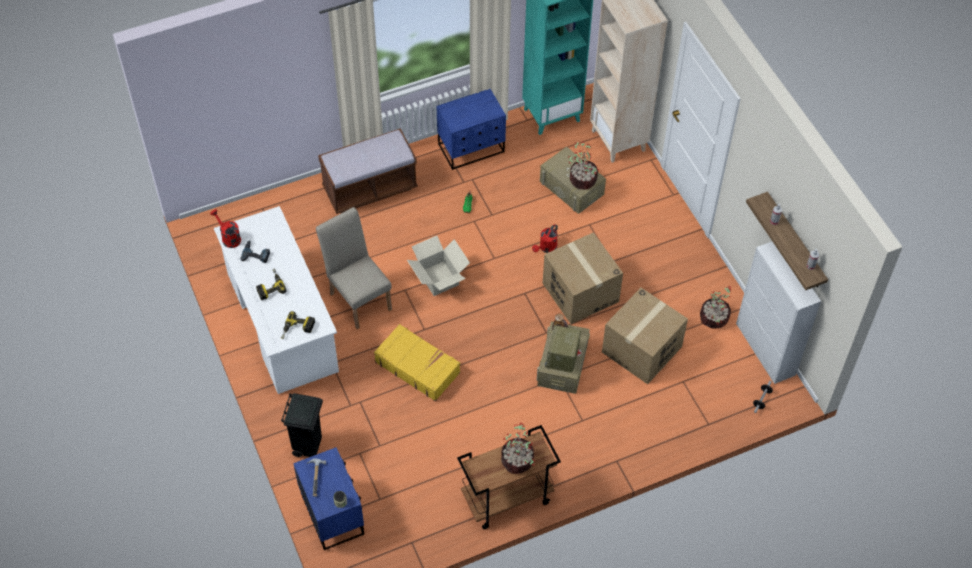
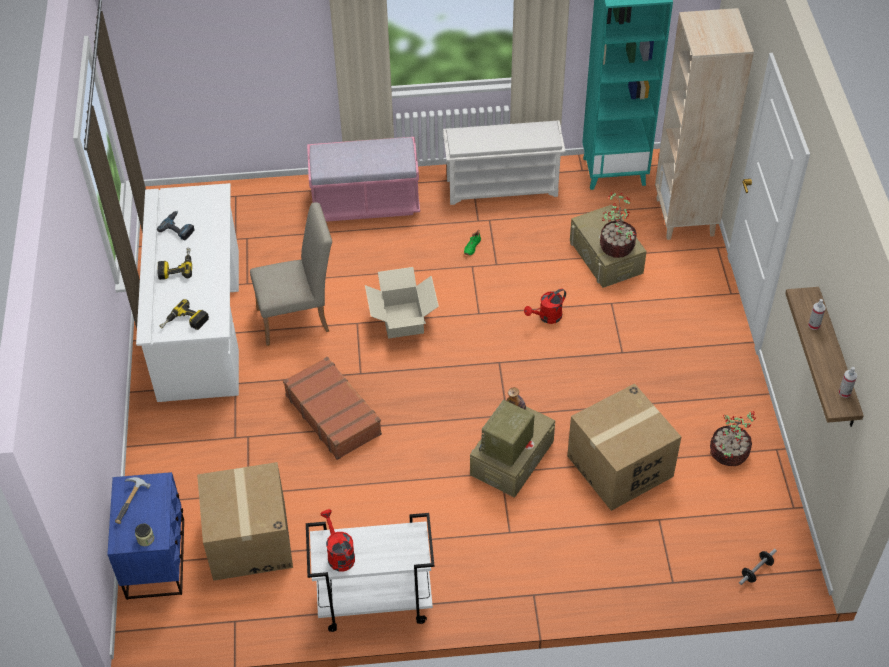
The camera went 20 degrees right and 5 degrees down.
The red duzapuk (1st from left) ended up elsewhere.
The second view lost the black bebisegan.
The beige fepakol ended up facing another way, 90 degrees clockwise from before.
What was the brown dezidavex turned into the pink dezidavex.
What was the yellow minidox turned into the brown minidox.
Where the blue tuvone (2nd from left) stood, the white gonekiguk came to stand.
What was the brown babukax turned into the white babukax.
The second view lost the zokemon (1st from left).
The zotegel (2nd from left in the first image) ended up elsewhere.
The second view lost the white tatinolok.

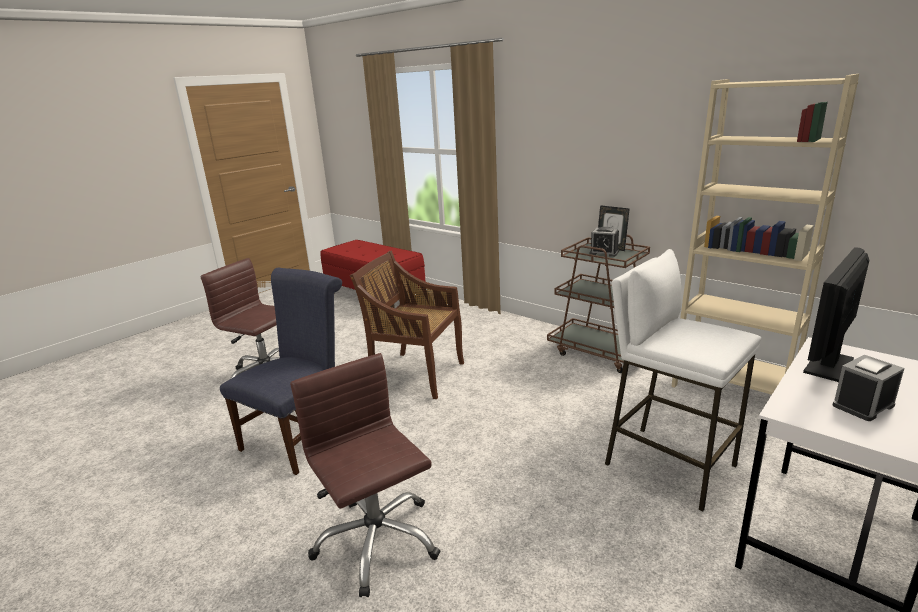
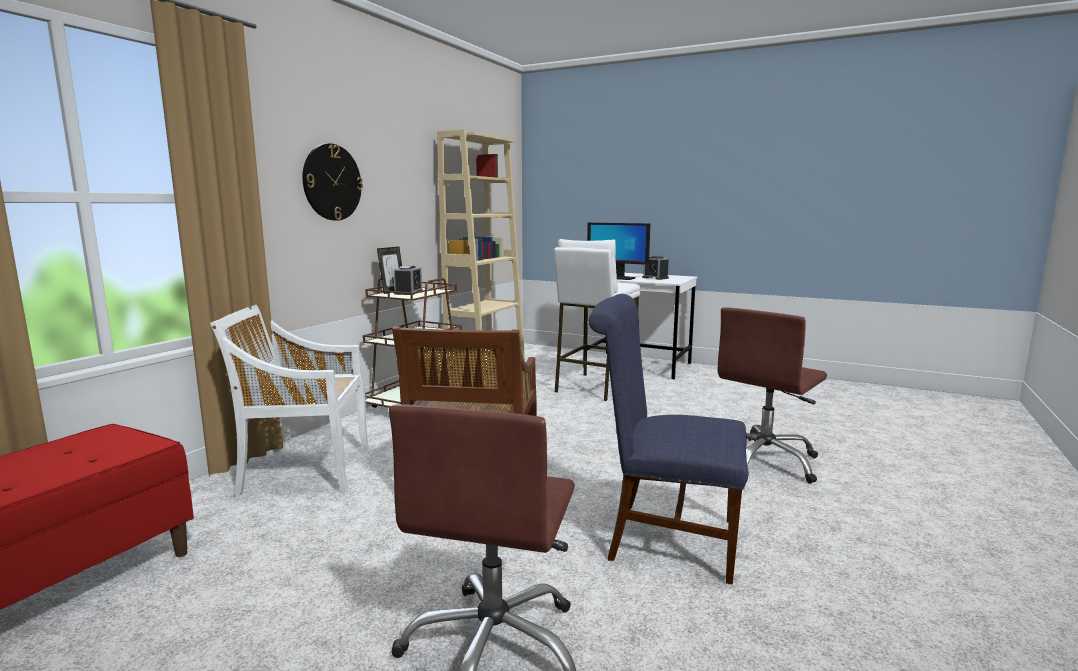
The camera went 105 degrees left and 10 degrees down.
The second view gained the white fepakol.
The second view gained the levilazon.

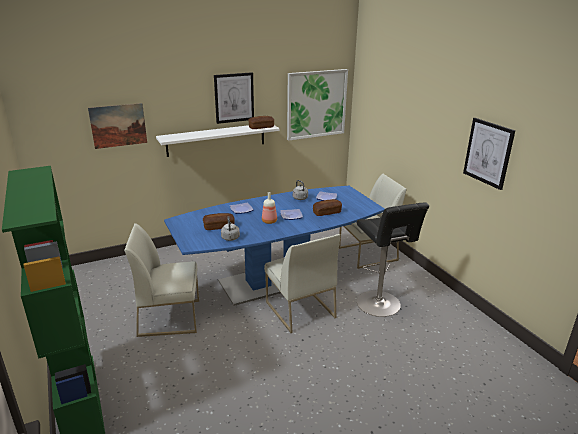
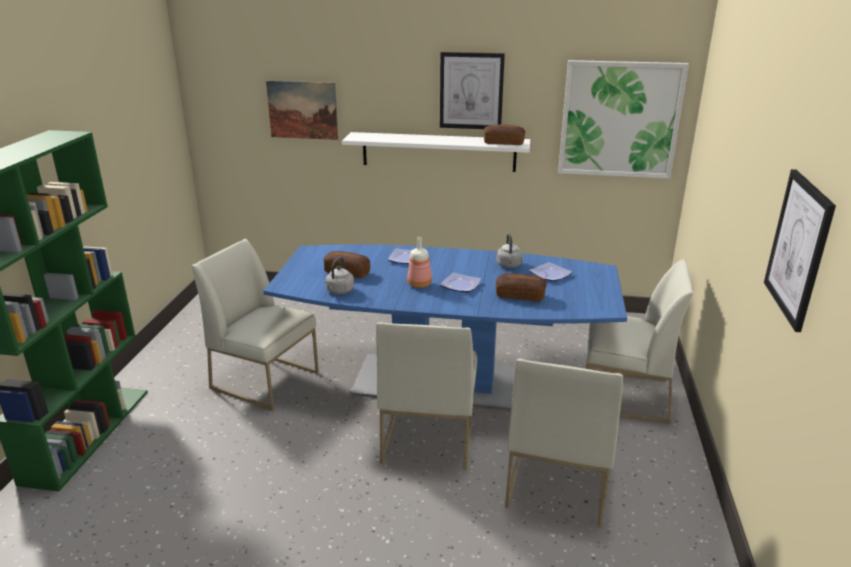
The camera went 35 degrees right and 0 degrees up.
Where the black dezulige stood, the white fepakol (3rd from left) came to stand.

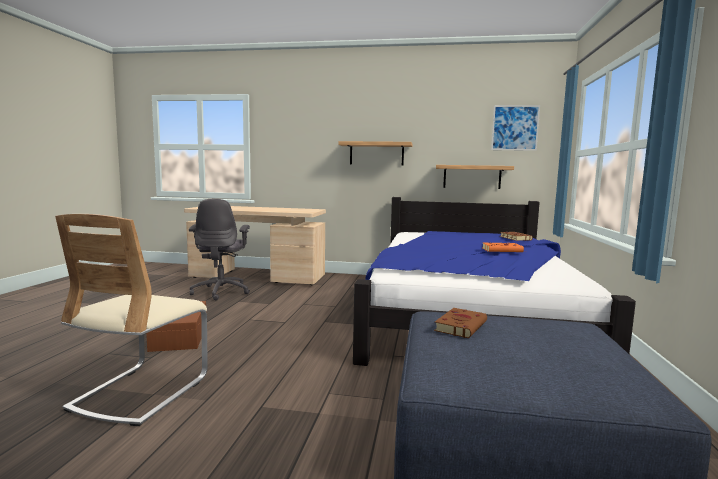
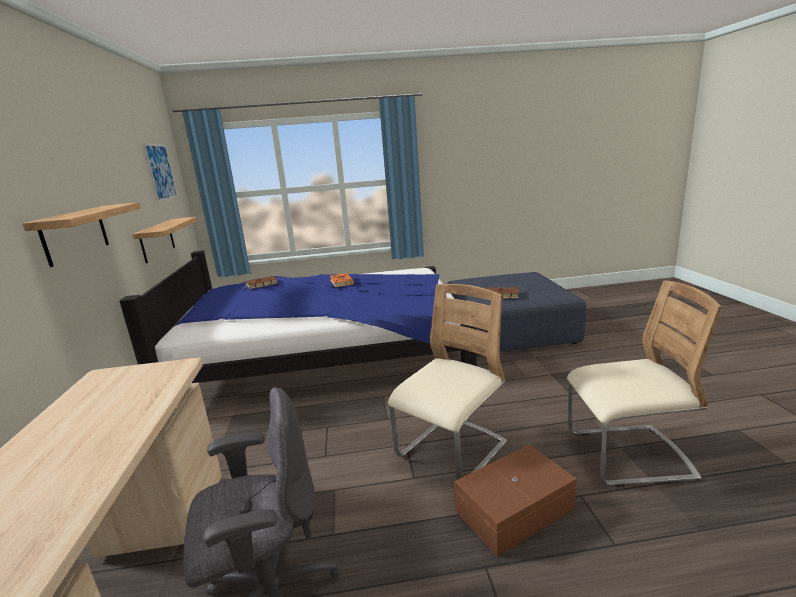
The camera went 105 degrees left and 10 degrees up.
The second view gained the beige fepakol (1st from left).

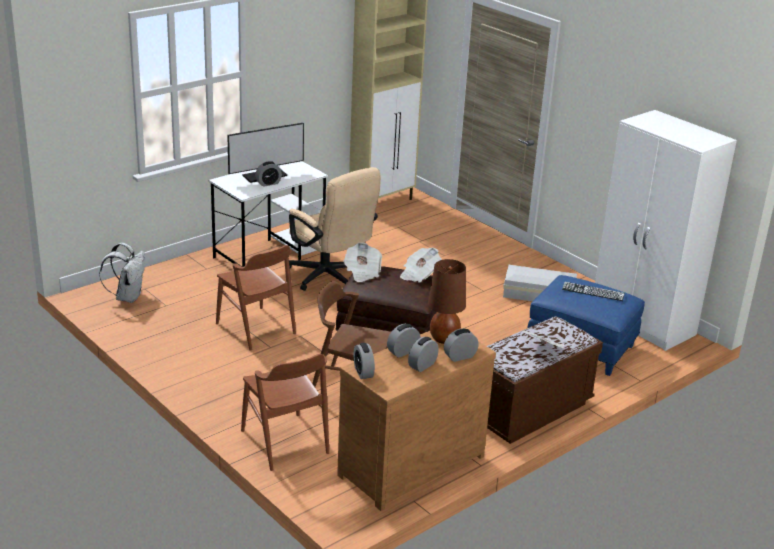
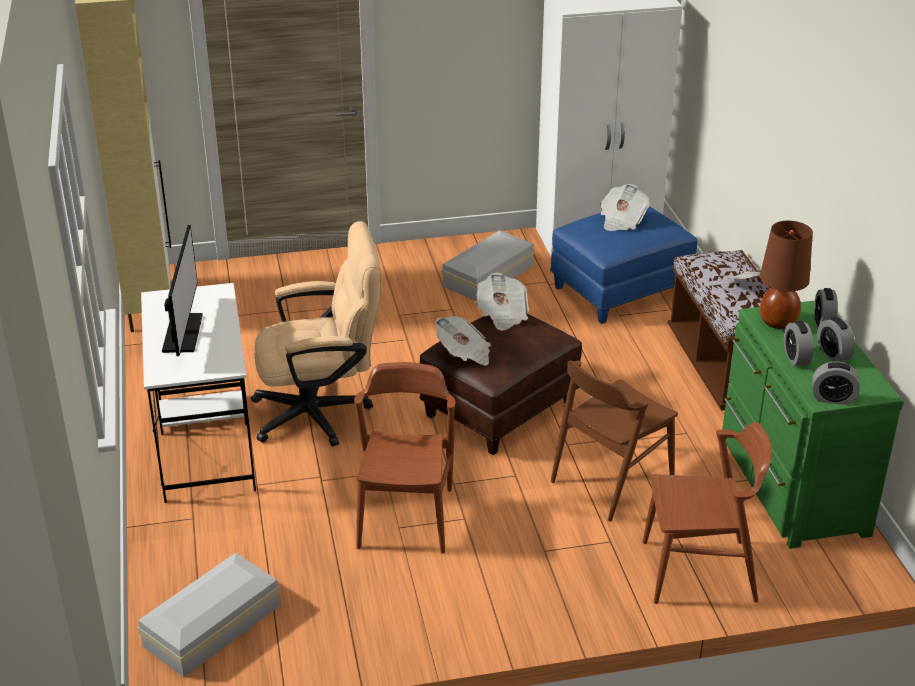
The camera went 60 degrees left and 5 degrees up.
Where the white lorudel stood, the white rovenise (1st from left) came to stand.
The brown fepakol (1st from left) ended up facing another way, 75 degrees counterclockwise from before.
The second view lost the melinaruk (1st from left).
What was the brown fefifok turned into the green fefifok.
Where the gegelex stood, the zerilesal (3rd from left) came to stand.

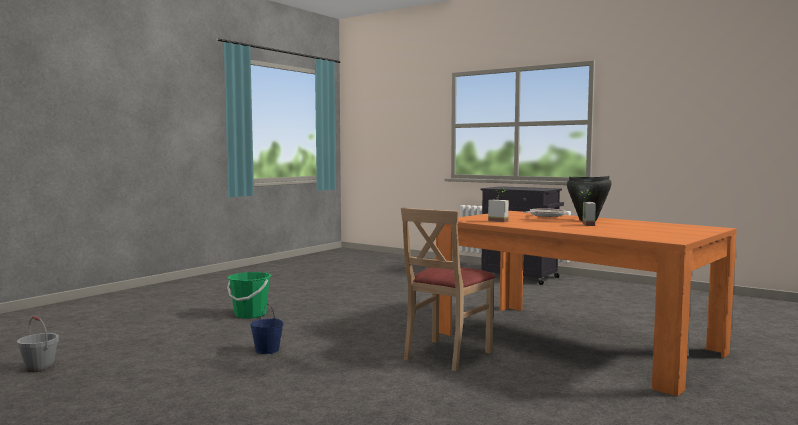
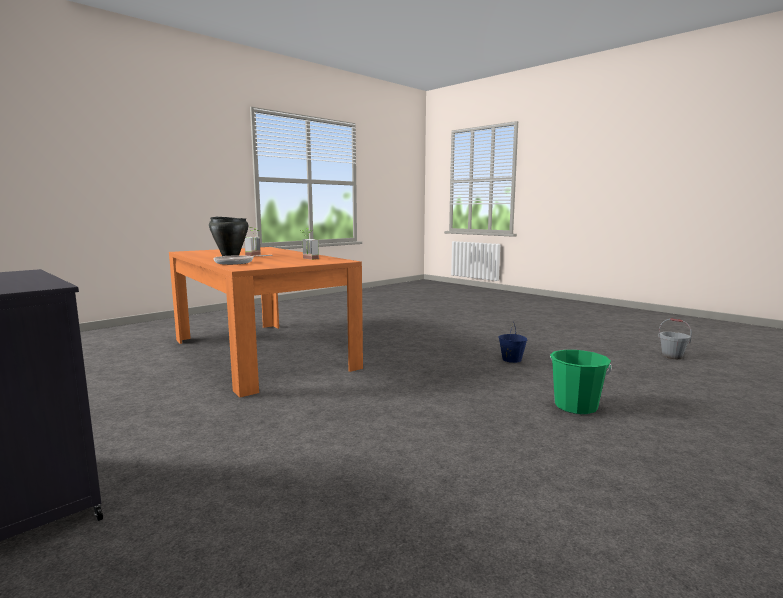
The camera went 170 degrees left and 5 degrees up.
The second view lost the beige fepakol.

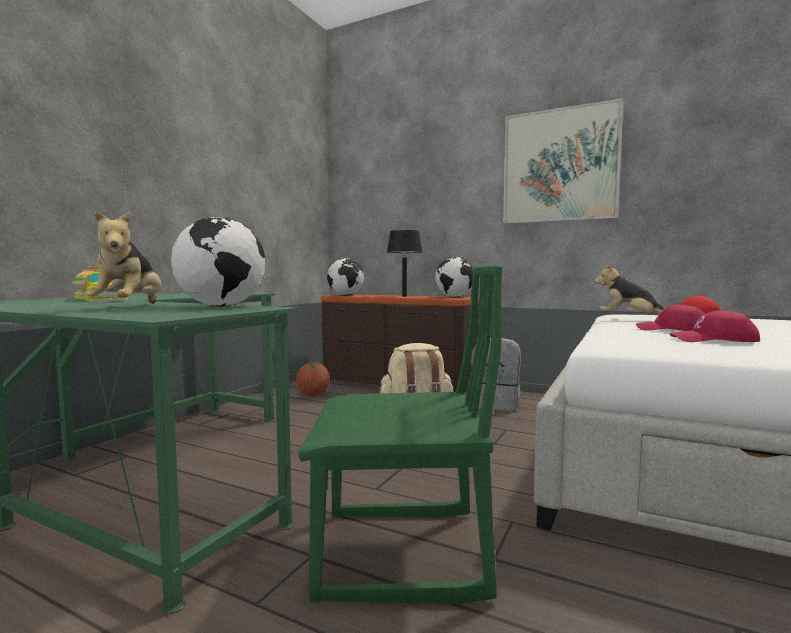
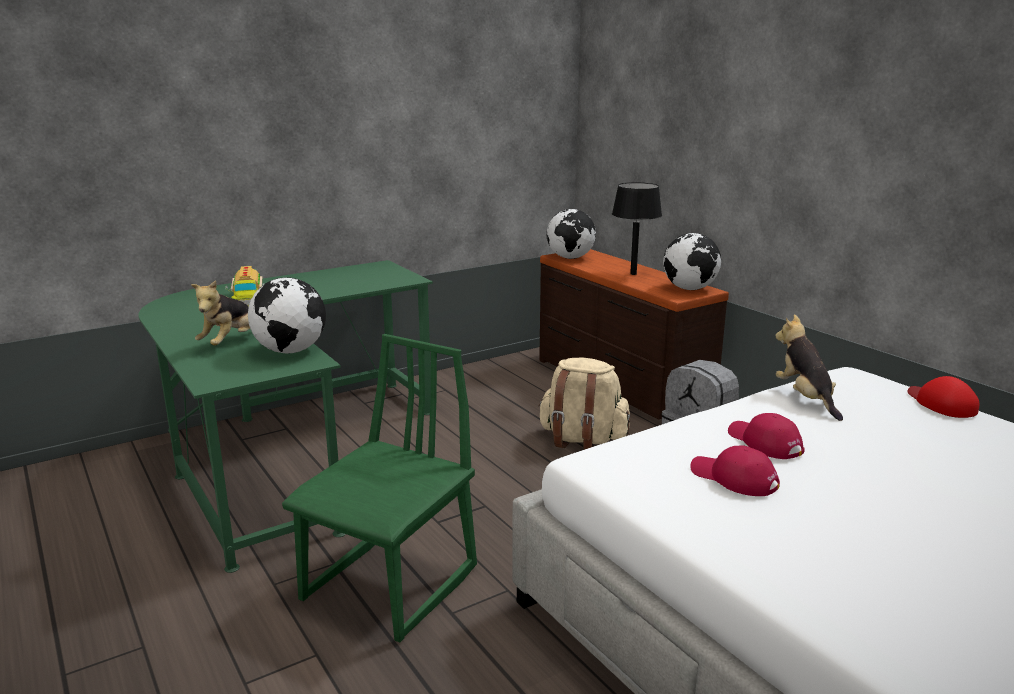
The camera went 30 degrees right and 15 degrees up.
The second view lost the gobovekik.
The green fepakol ended up facing another way, 90 degrees counterclockwise from before.
The second view lost the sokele.

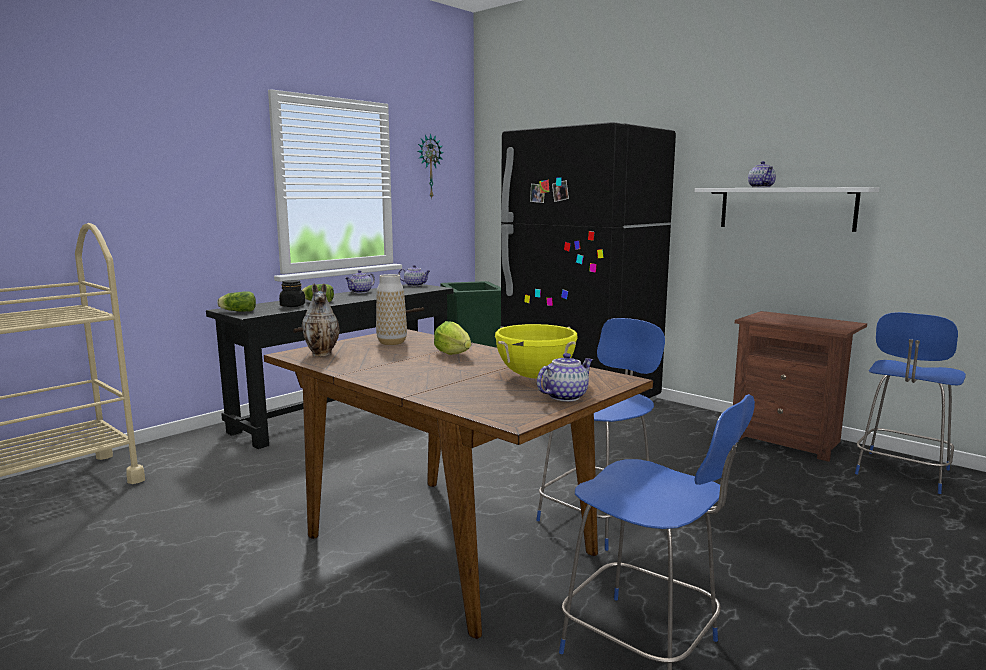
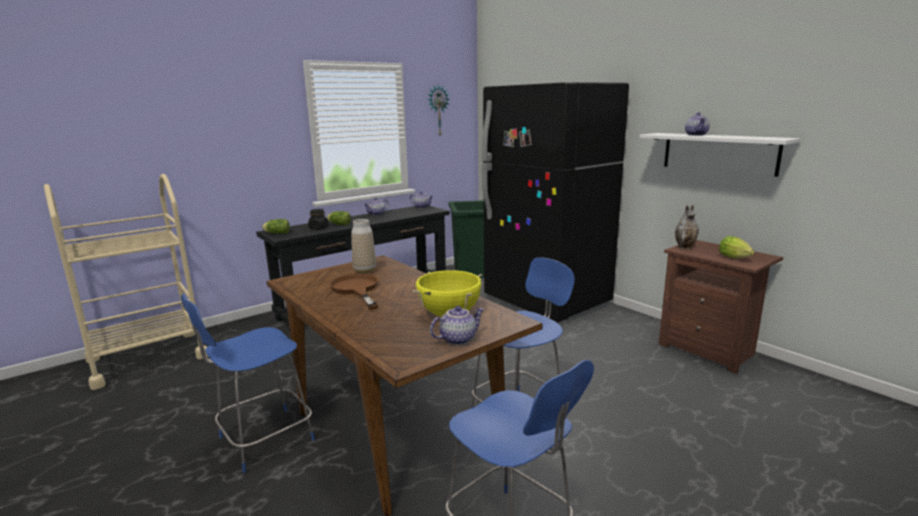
The camera went 10 degrees right and 5 degrees up.
The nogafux (1st from left in the first image) ended up elsewhere.
The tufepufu (3rd from left) ended up elsewhere.
The blue fepakol (3rd from left in the first image) ended up elsewhere.
The second view gained the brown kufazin.

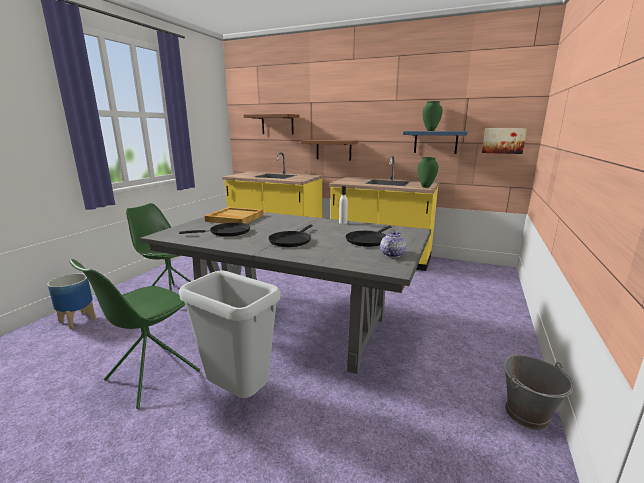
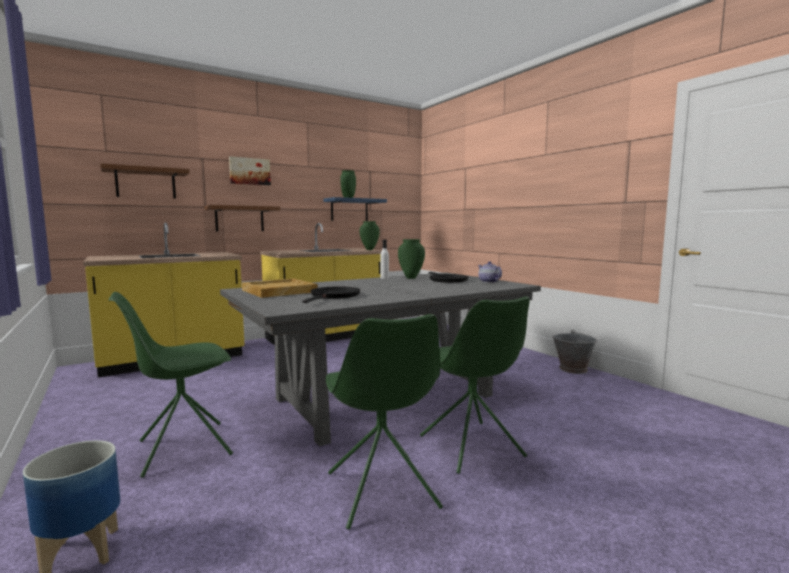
The camera went 55 degrees left and 10 degrees down.
Where the grey bebisegan stood, the green fepakol (3rd from left) came to stand.
The second view lost the black kufazin (2nd from left).
The sokele ended up elsewhere.
The second view gained the green nogafux (3rd from left).

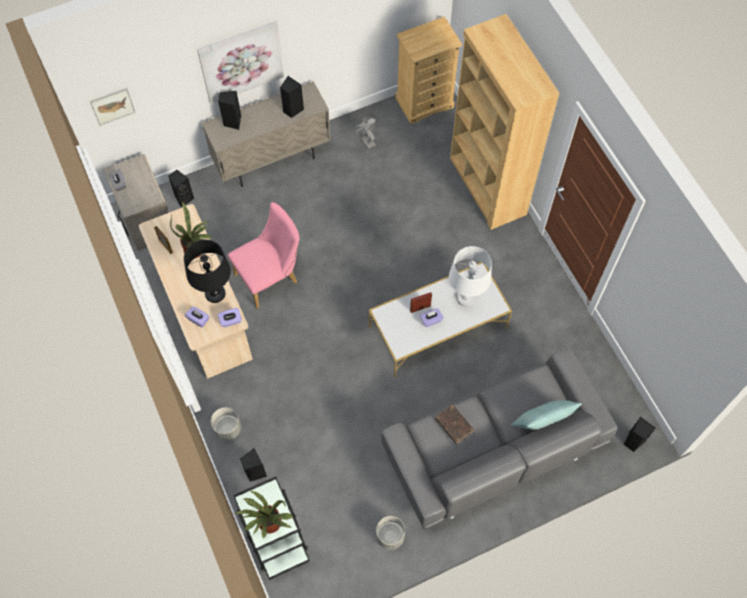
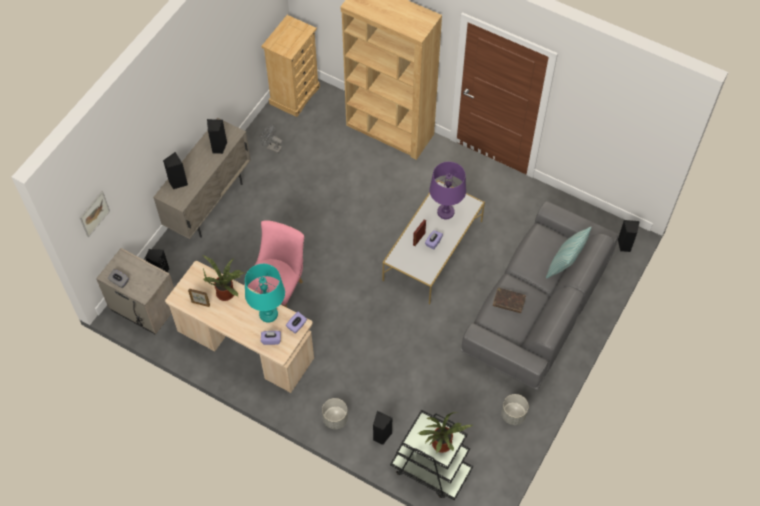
The camera went 35 degrees left and 5 degrees down.
What was the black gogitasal turned into the turquoise gogitasal.
The second view lost the sokele (2nd from left).
What was the white gogitasal turned into the purple gogitasal.

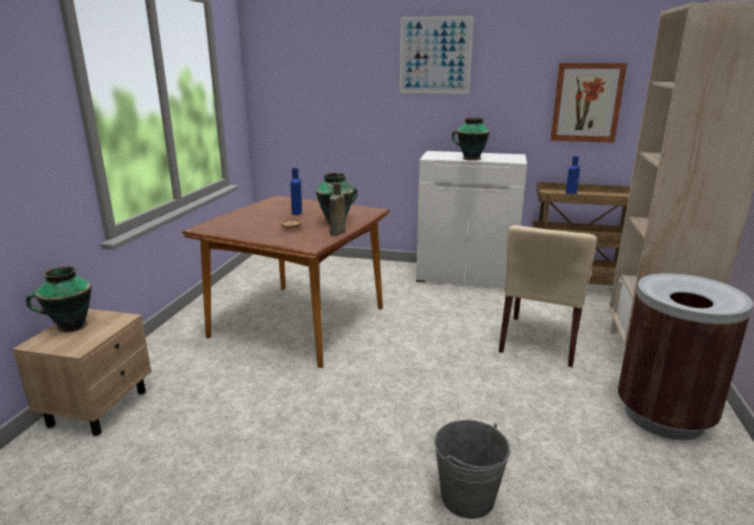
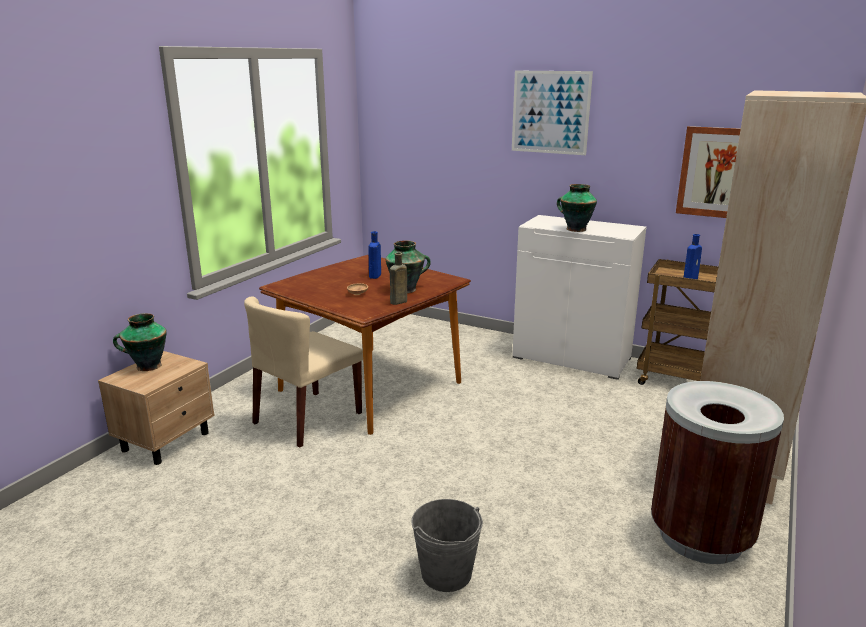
The camera went 15 degrees right and 0 degrees up.
The beige fepakol ended up elsewhere.

